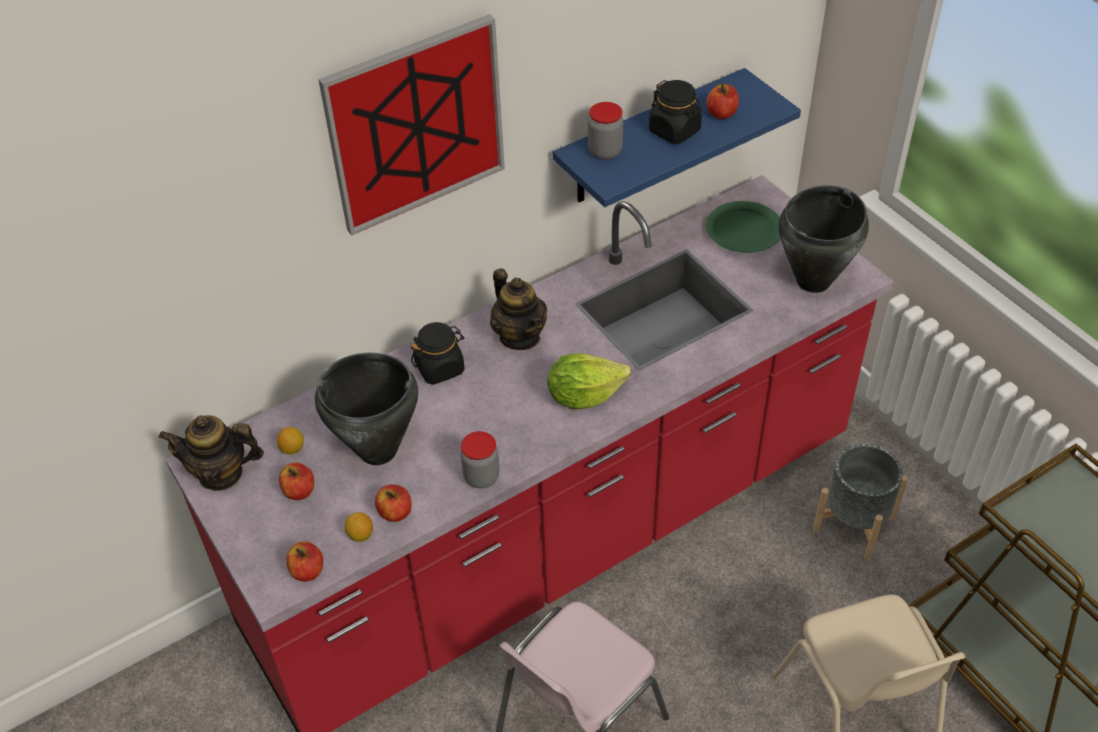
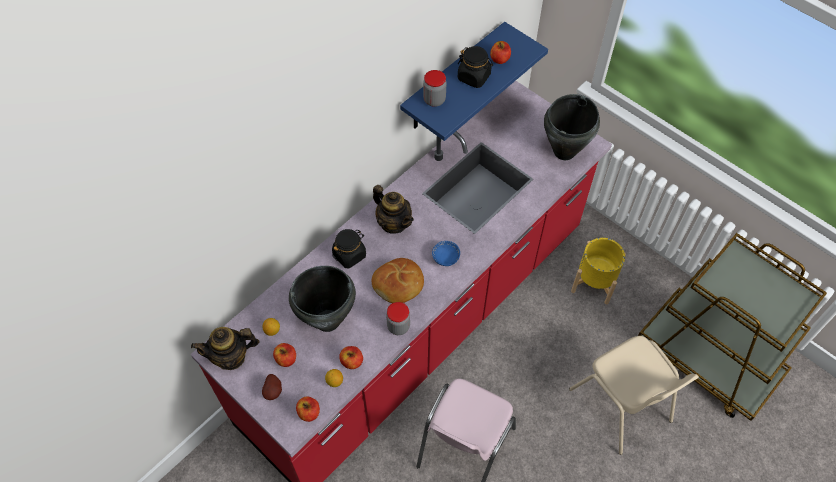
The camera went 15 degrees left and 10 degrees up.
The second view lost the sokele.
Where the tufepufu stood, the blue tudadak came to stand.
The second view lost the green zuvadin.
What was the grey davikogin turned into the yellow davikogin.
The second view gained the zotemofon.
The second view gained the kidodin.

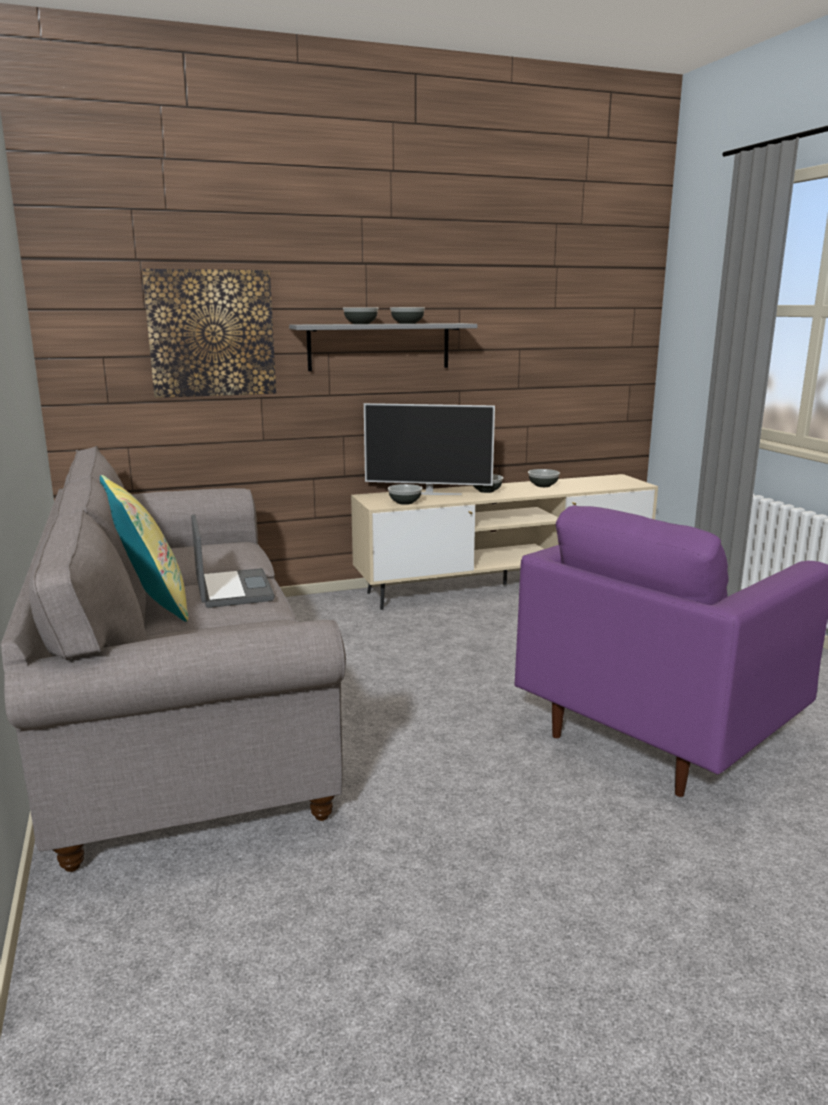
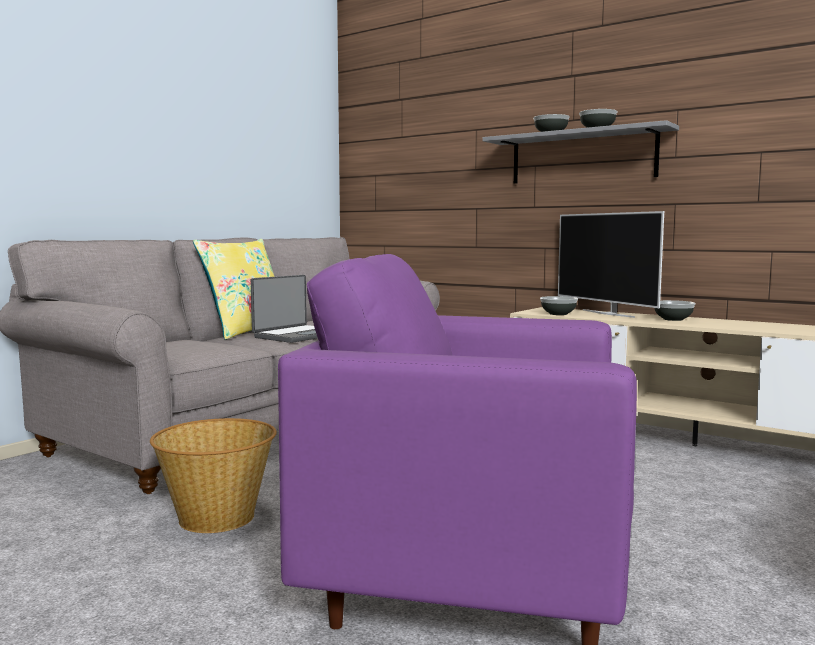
The camera went 55 degrees right and 10 degrees down.
The second view lost the sokele.
The second view lost the tudadak (5th from left).
The second view gained the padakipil.

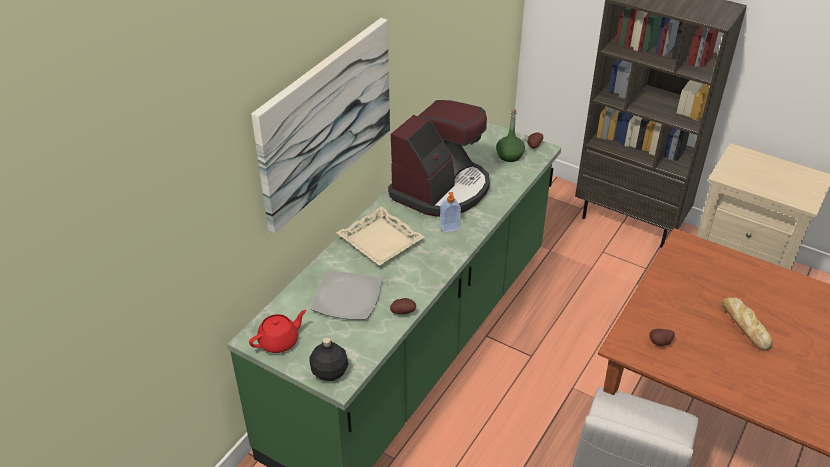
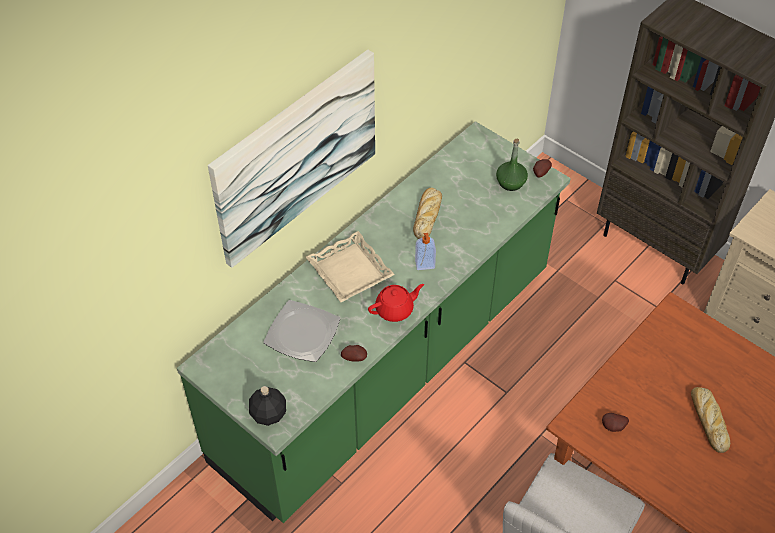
The camera went 10 degrees right and 10 degrees up.
The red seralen ended up elsewhere.
Where the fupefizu stood, the kidodin (1st from left) came to stand.

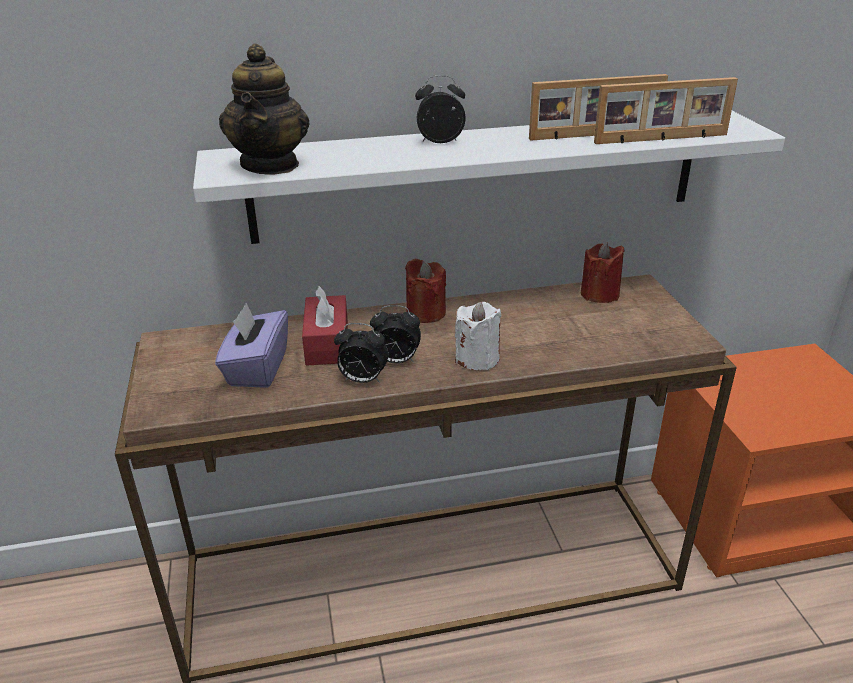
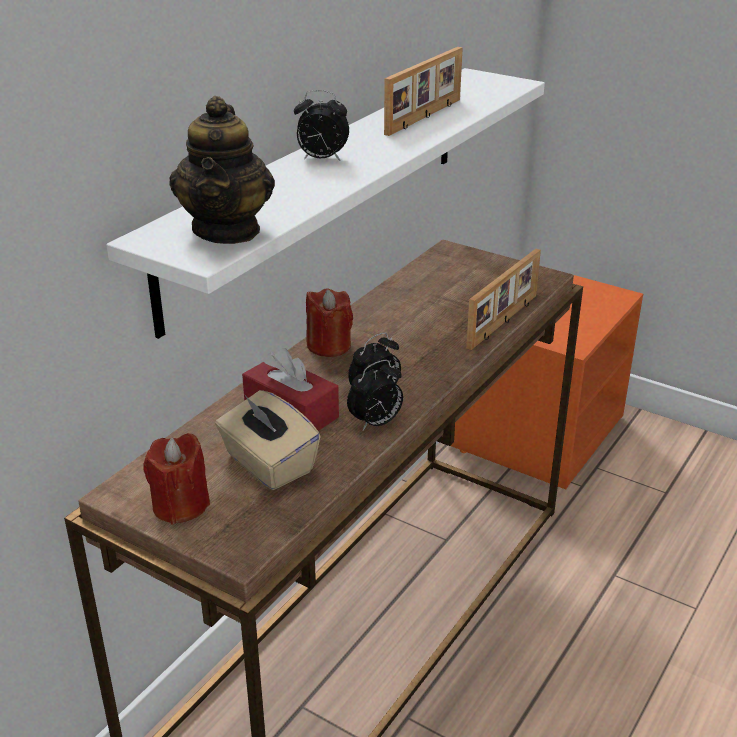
The camera went 45 degrees left and 0 degrees up.
What was the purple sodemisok turned into the beige sodemisok.
The seralen ended up facing another way, 45 degrees clockwise from before.
The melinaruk (3rd from left in the first image) ended up facing another way, 120 degrees counterclockwise from before.
The second view lost the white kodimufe.
The red kodimufe (2nd from left in the first image) ended up elsewhere.
The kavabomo (2nd from left) ended up elsewhere.

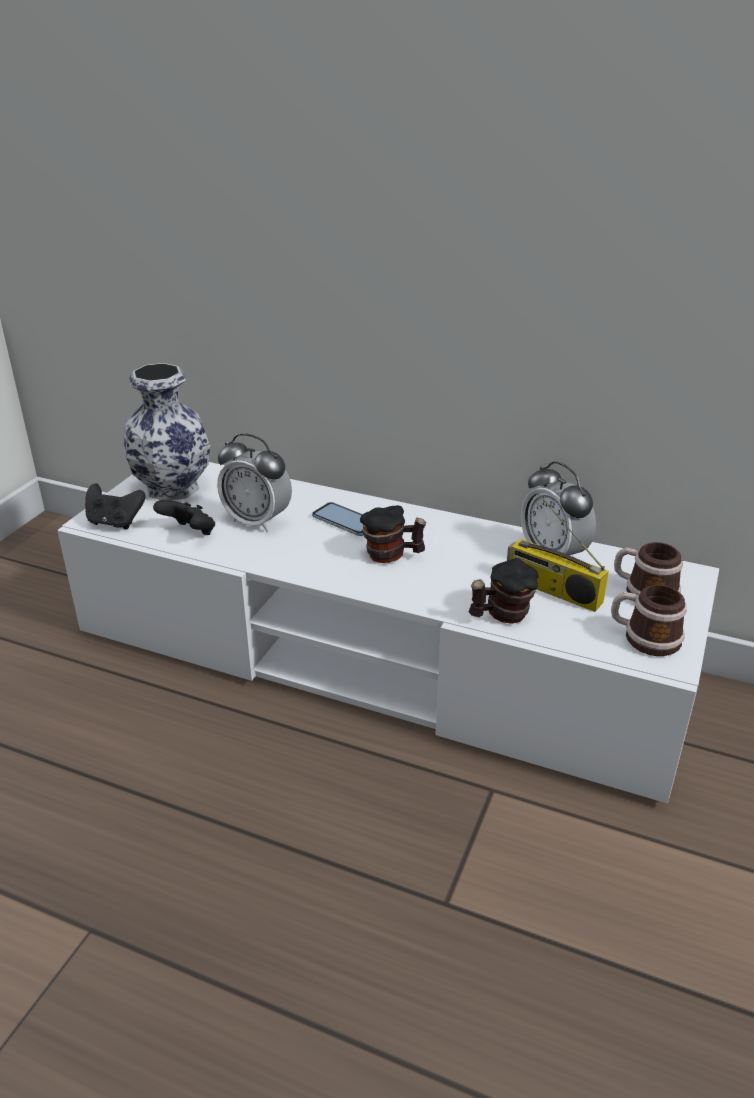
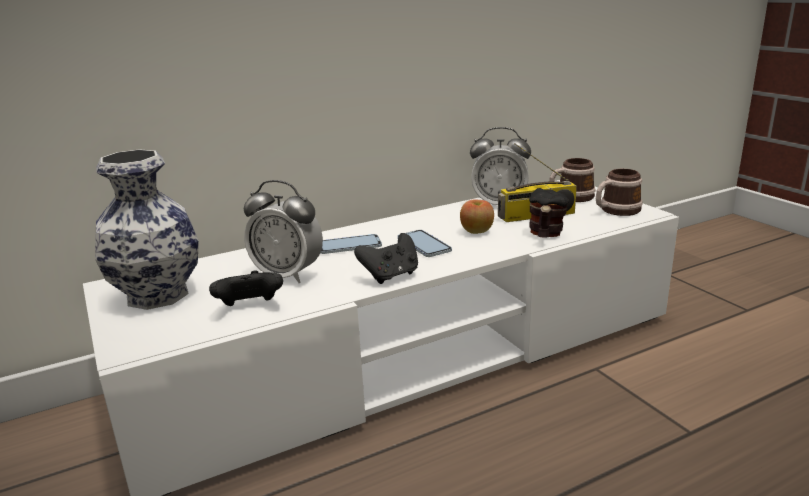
The camera went 50 degrees left and 10 degrees down.
The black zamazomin (1st from left in the first image) ended up elsewhere.
The melinaruk (1st from left) ended up facing another way, 45 degrees clockwise from before.
Where the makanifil (1st from left) stood, the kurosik (2nd from left) came to stand.
The second view gained the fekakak.

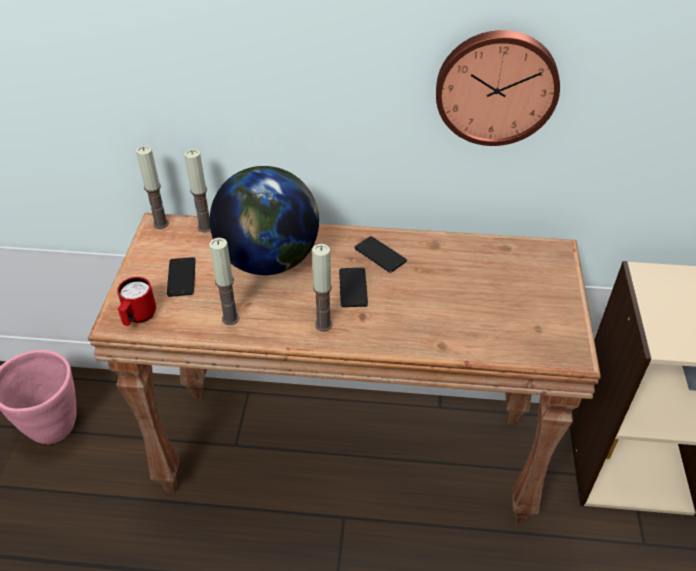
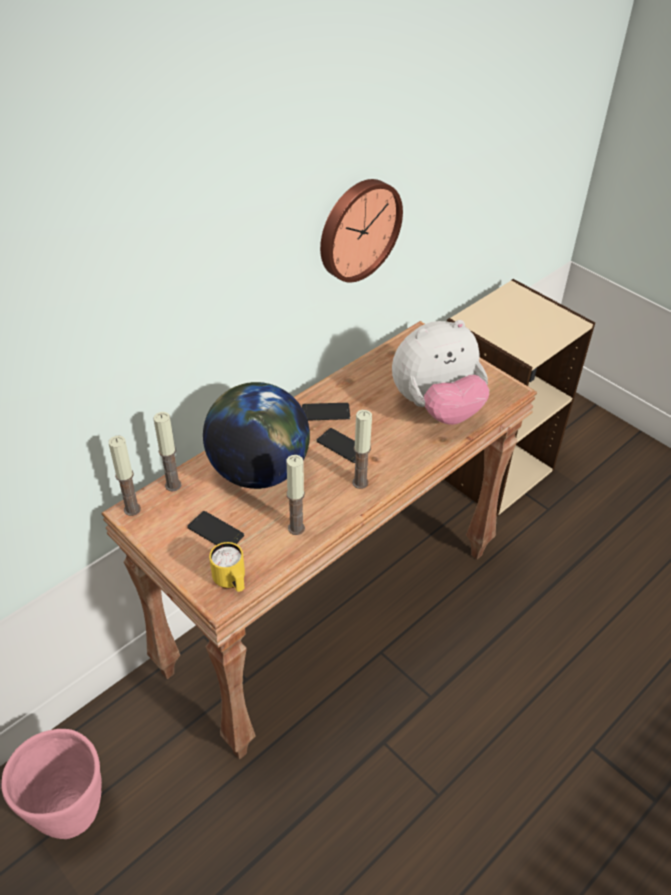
The camera went 50 degrees left and 0 degrees up.
What was the red makanifil turned into the yellow makanifil.
The second view gained the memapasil.

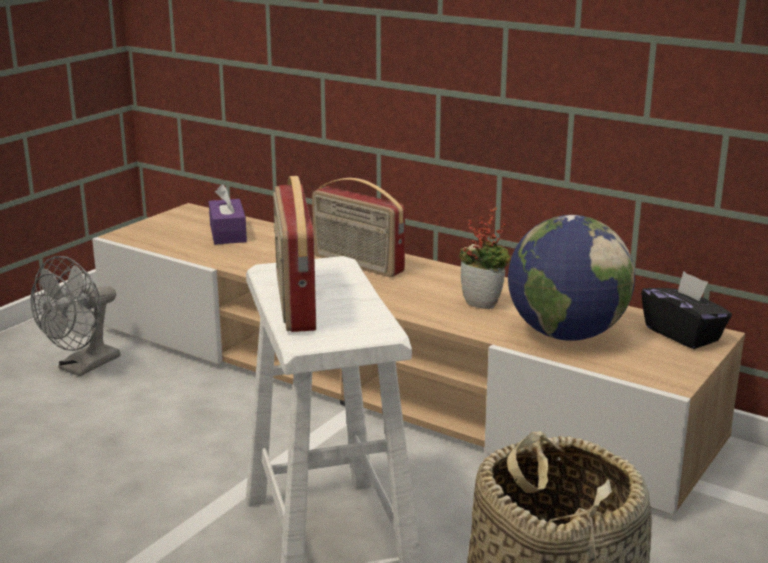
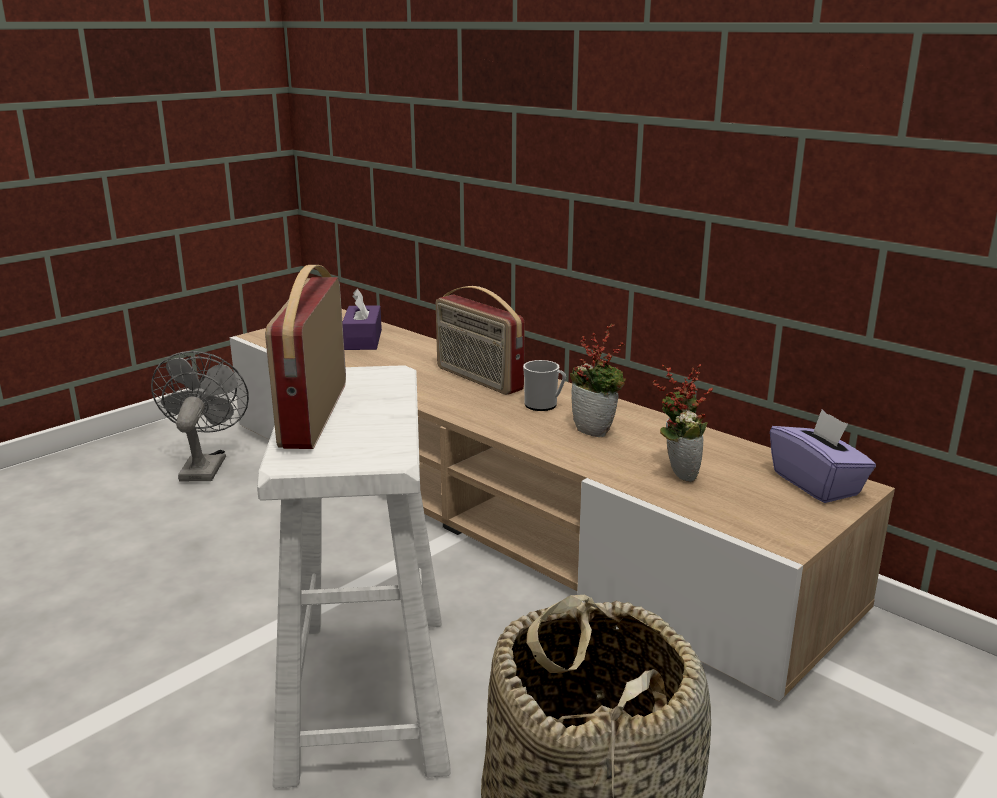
The camera went 10 degrees right and 0 degrees up.
The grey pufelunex ended up facing another way, 135 degrees clockwise from before.
Where the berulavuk stood, the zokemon (2nd from left) came to stand.
What was the black sodemisok turned into the purple sodemisok (2nd from left).
The second view gained the makanifil.

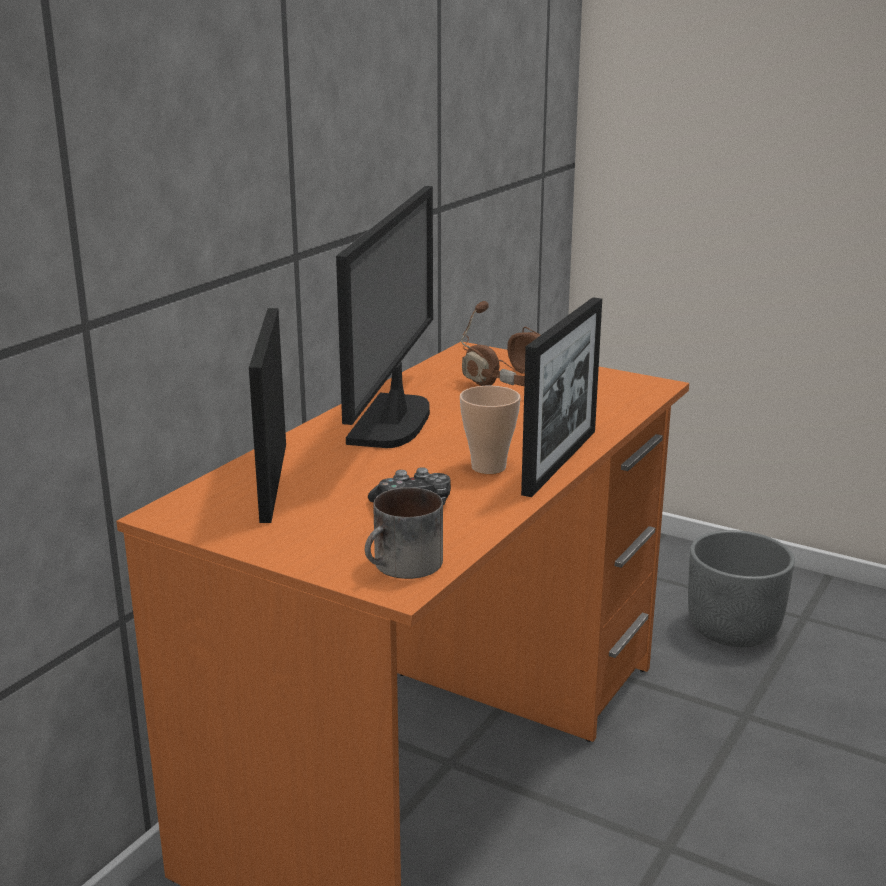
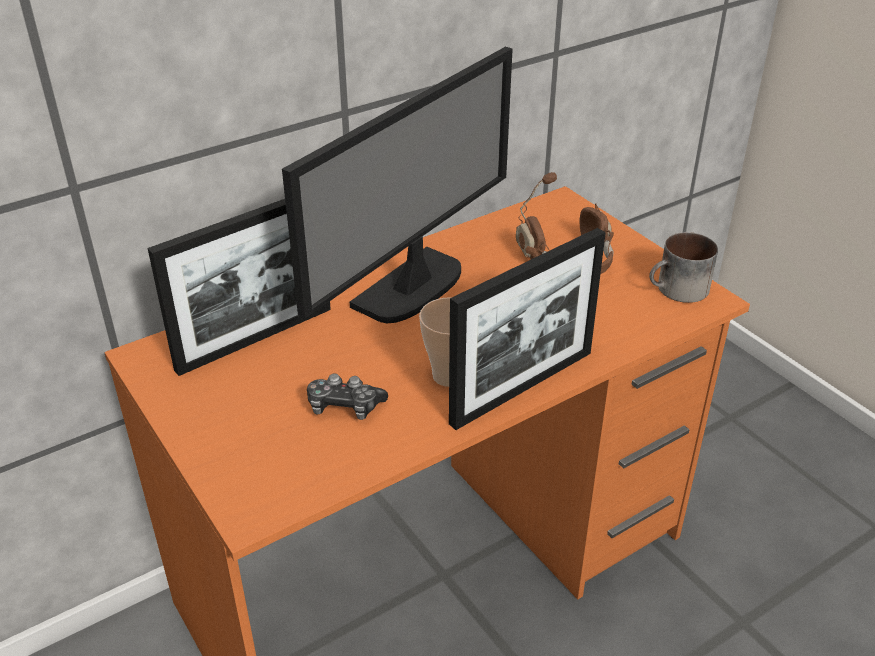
The camera went 25 degrees right and 15 degrees up.
The kavabomo (1st from left) ended up facing another way, 150 degrees counterclockwise from before.
The makanifil ended up elsewhere.
The second view lost the grey davikogin.

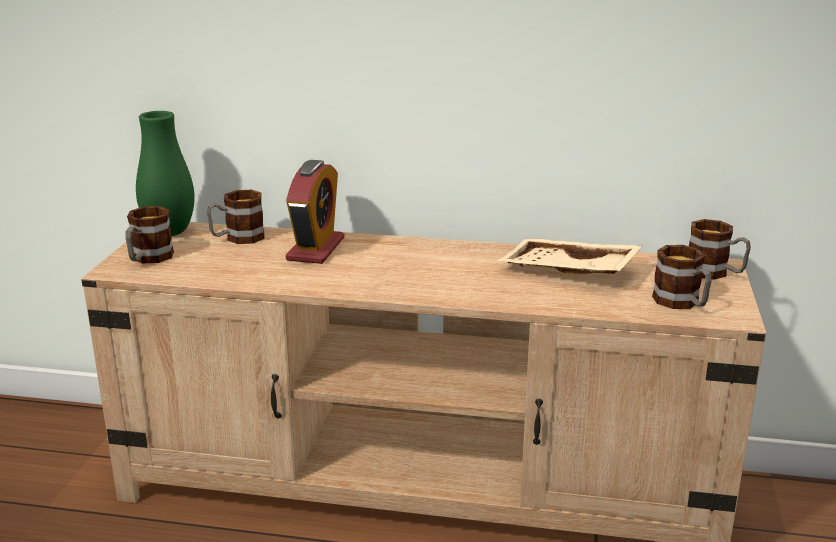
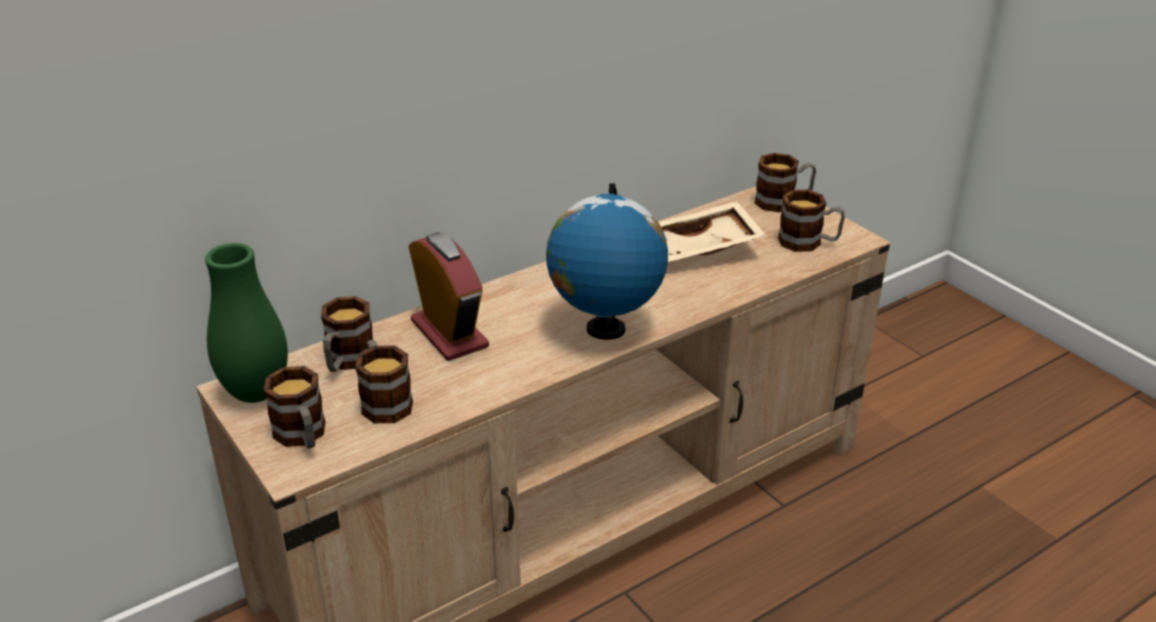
The camera went 45 degrees left and 10 degrees up.
The second view gained the makanifil (3rd from left).
The second view gained the berulavuk.

